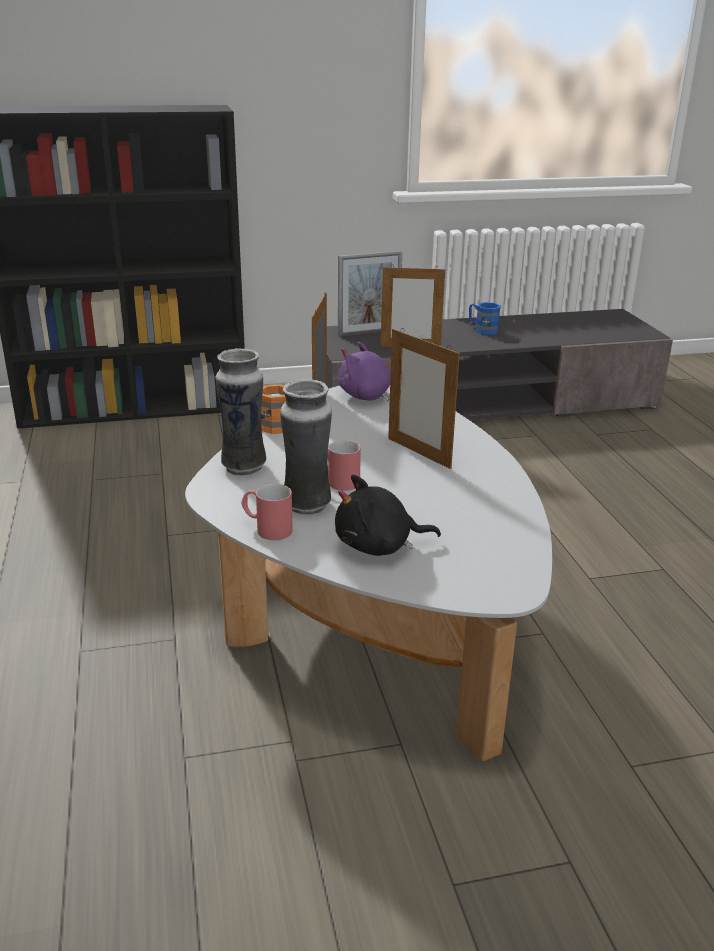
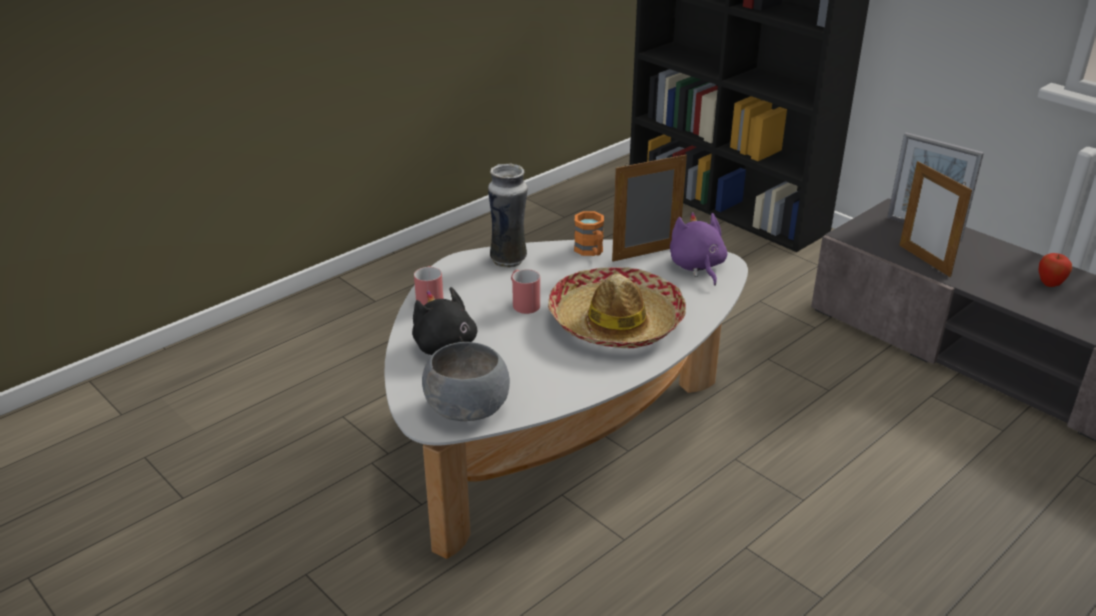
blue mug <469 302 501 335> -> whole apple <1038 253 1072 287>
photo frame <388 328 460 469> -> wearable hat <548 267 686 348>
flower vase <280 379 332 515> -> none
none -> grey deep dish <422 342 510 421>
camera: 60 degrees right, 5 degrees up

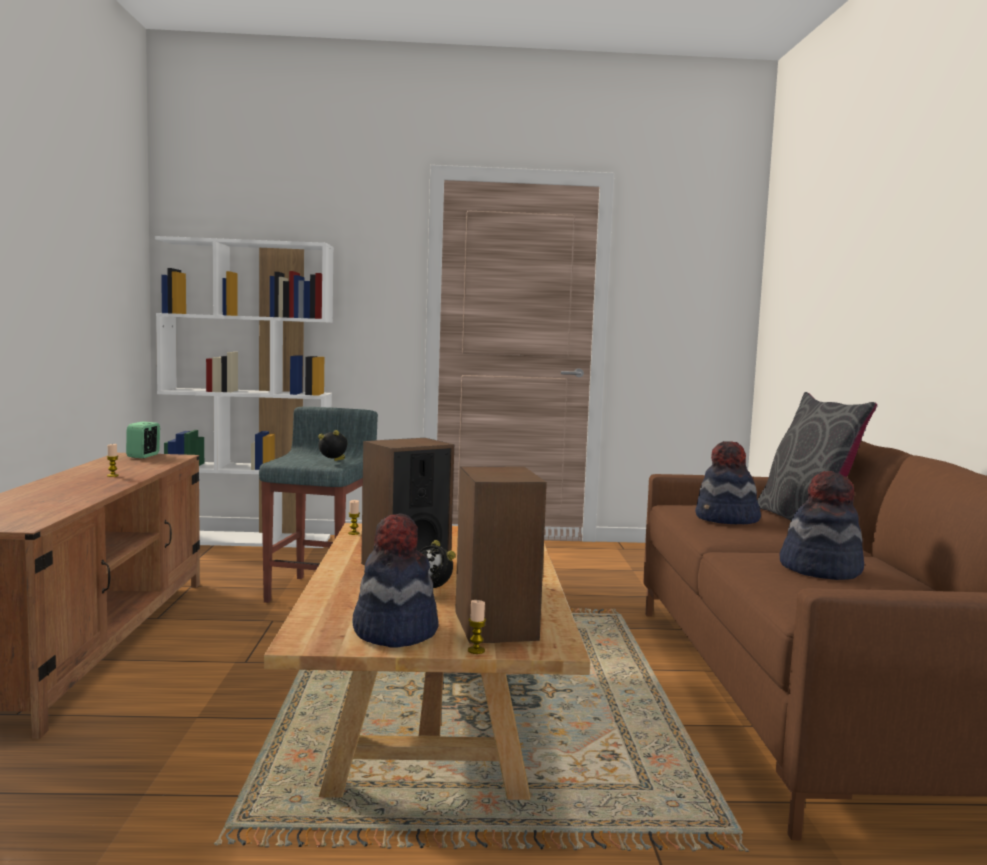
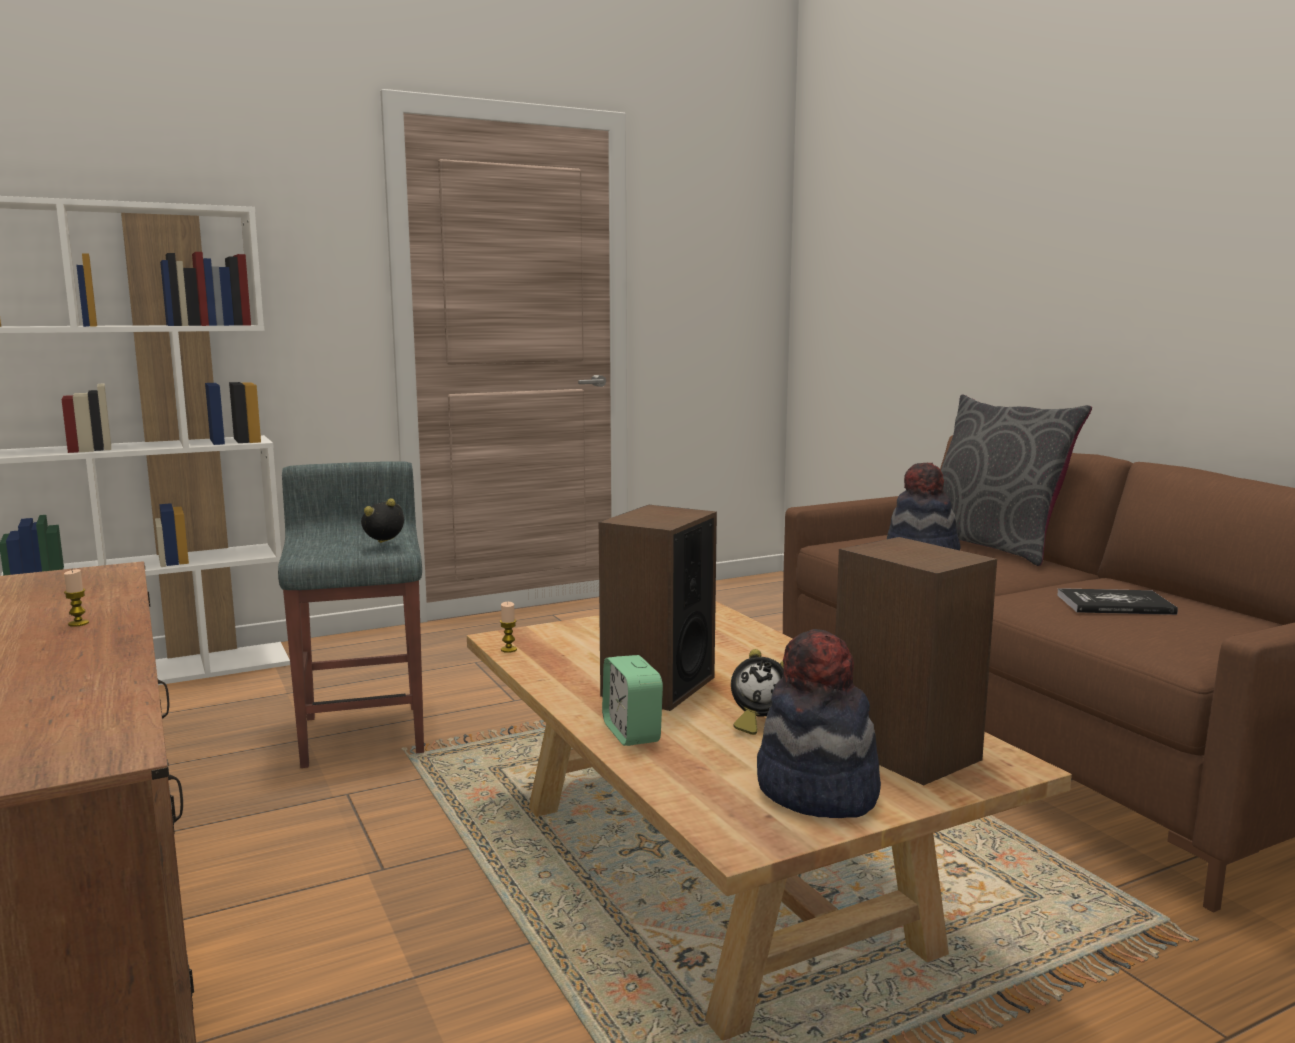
bedside clock <126 421 160 458> -> bedside clock <602 655 663 746>, move
wearable hat <780 471 864 580> -> book <1057 588 1178 615>
wax light <468 600 486 654> -> none
camera: 25 degrees left, 5 degrees up

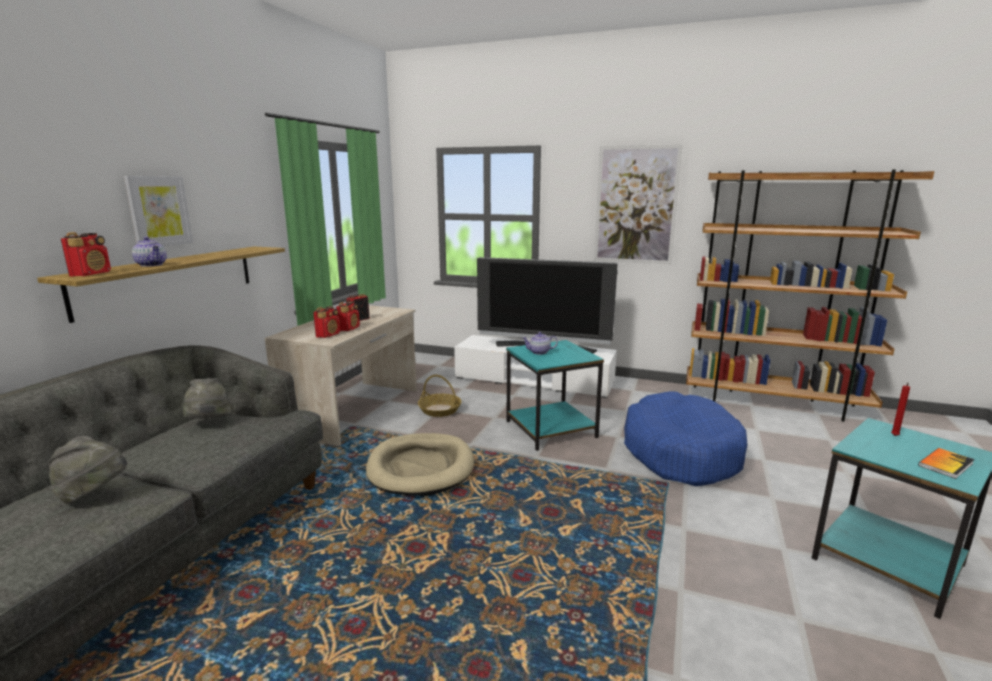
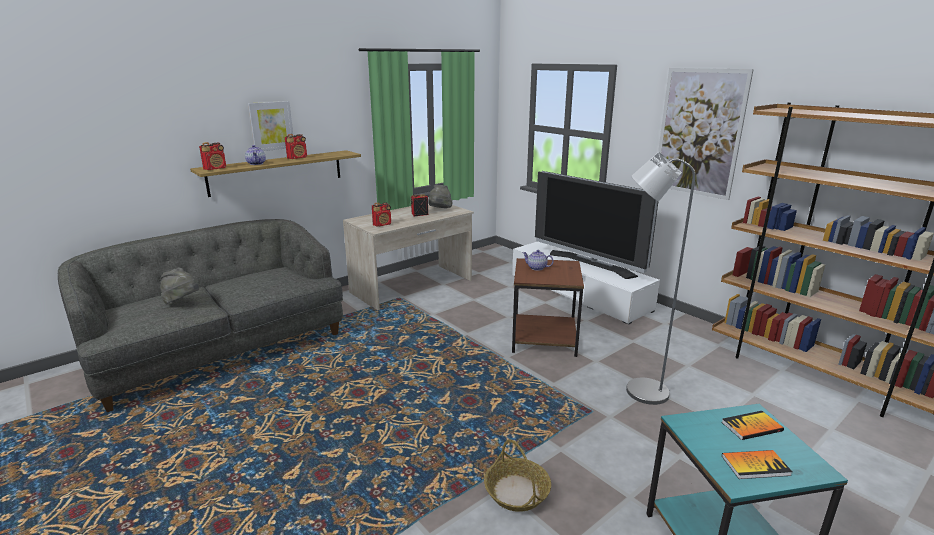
radio receiver <336 301 360 331> -> radio receiver <285 134 307 159>, move
blue-green side table <506 340 604 451> -> brown side table <512 258 584 357>
storage basket <418 375 462 417> -> storage basket <484 439 551 512>, move
grey wearable hat <182 378 233 419> -> grey wearable hat <428 185 452 208>, move
red wax light <891 382 910 436> -> book <722 411 784 440>
blue dog cushion <624 391 748 486> -> grey standing lamp <626 152 695 405>
beige-coloured dog cushion <366 433 474 496> -> none
camera: 30 degrees right, 5 degrees up

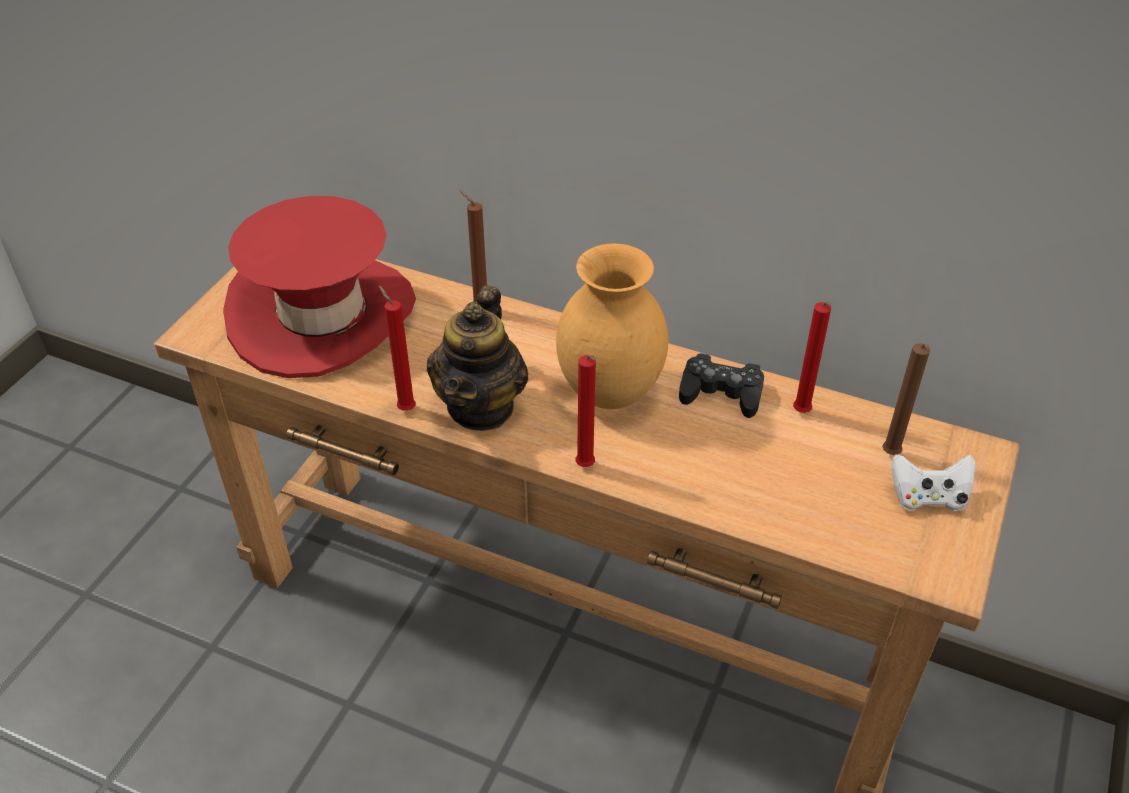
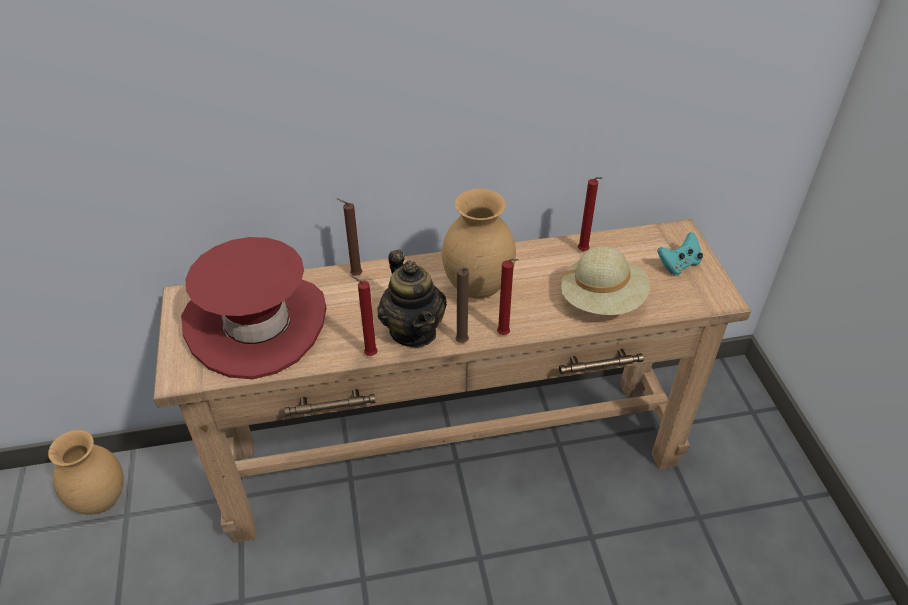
brown wax light <882 343 930 455> -> brown wax light <455 268 469 343>, move
black-coloured joypad <679 353 764 418> -> none
white joypad <892 454 976 511> -> blue-green joypad <657 232 703 275>
none -> beige-coloured wearable hat <561 246 650 315>
none -> brown flower vase <48 430 124 514>
camera: 35 degrees left, 0 degrees up

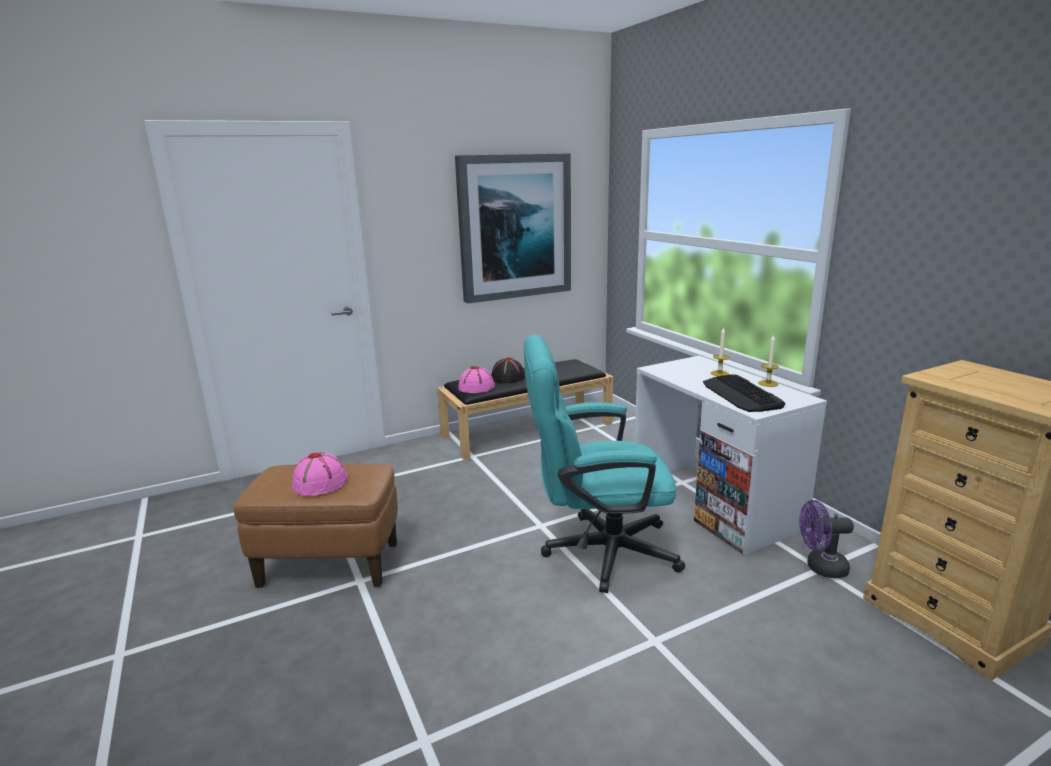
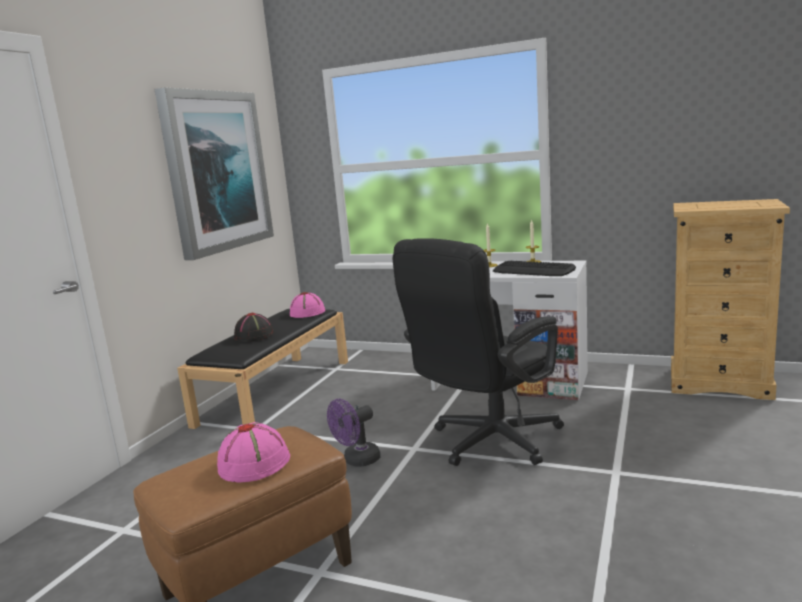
blue-green computer chair <524 335 685 593> -> black-coloured computer chair <392 238 564 466>
pinkish wearable hat <458 366 495 393> -> pinkish wearable hat <290 292 325 318>, move
purple fan <799 500 854 578> -> purple fan <327 399 381 467>, move
camera: 40 degrees left, 5 degrees down

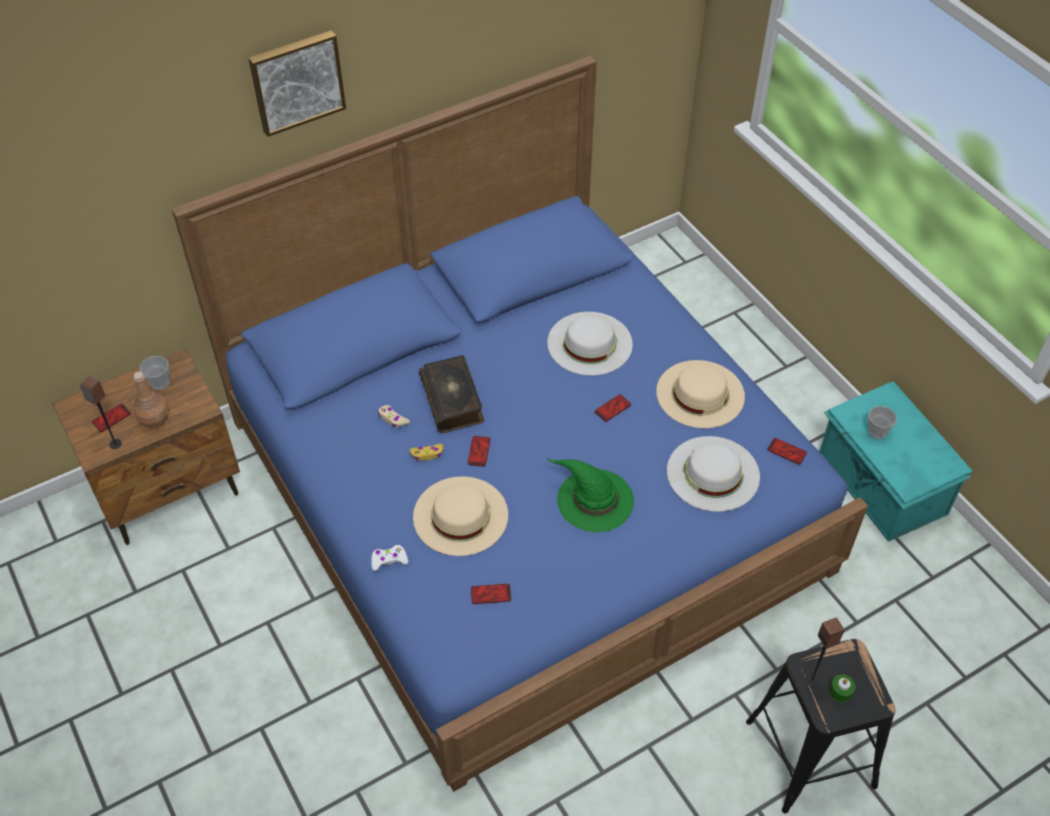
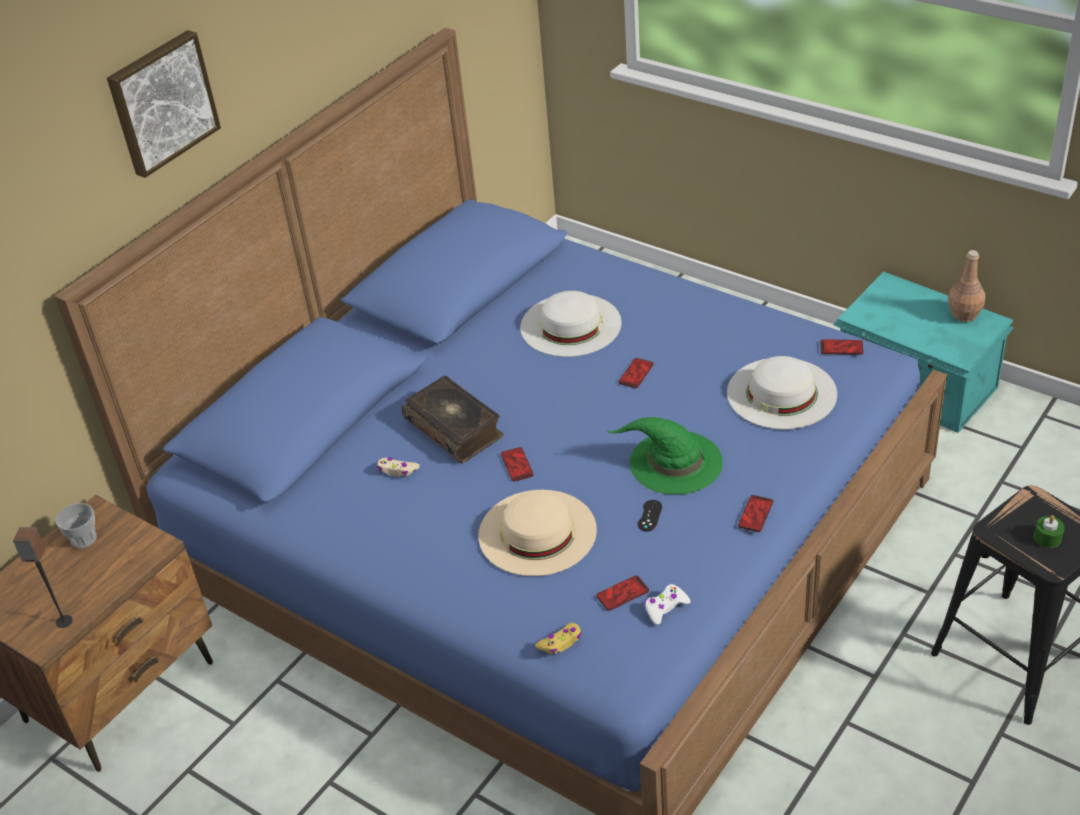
beige-coloured wearable hat <656 360 745 428> -> none
brown beverage bottle <133 372 168 429> -> brown beverage bottle <948 250 985 322>, move
handset <92 404 131 432> -> handset <738 495 773 532>, move
small cup <868 406 897 439> -> none
yellow joypad <409 444 443 461> -> yellow joypad <535 623 582 654>, move
white joypad <371 545 408 571> -> white joypad <645 584 690 625>, move
speaker <805 617 845 686> -> none
none -> black-coloured joypad <638 500 662 532>
camera: 20 degrees left, 10 degrees down

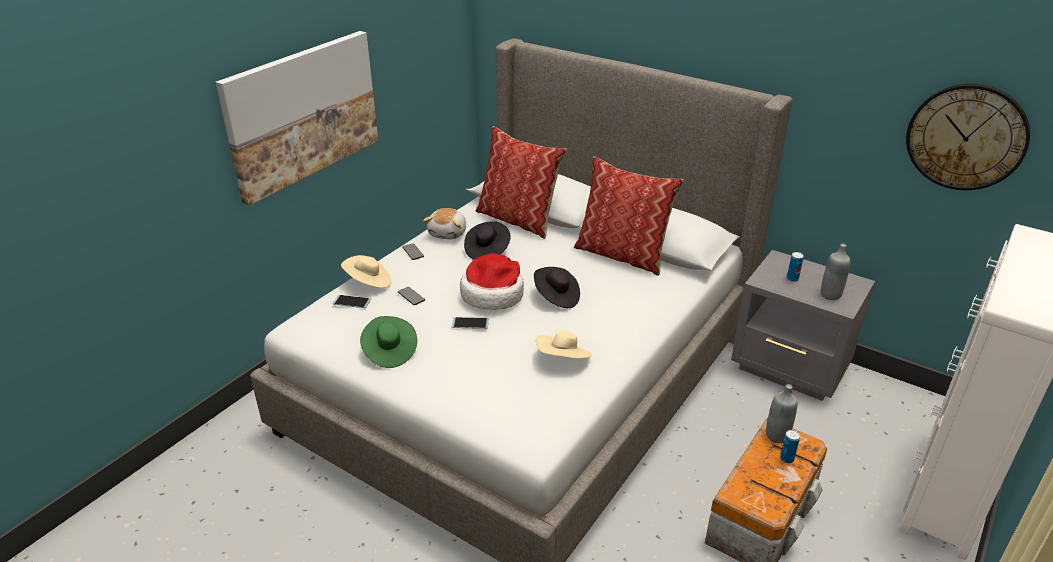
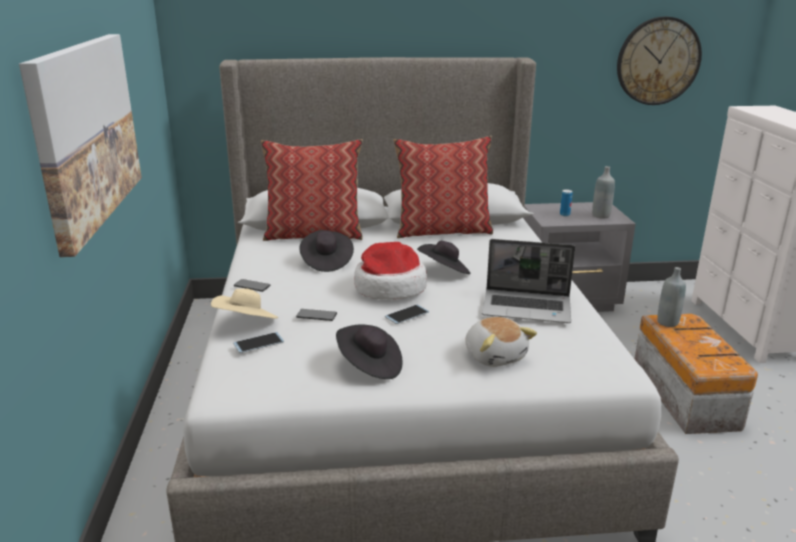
plush toy <423 208 466 239> -> plush toy <465 317 537 367>, move
greenish wearable hat <360 316 417 368> -> black-coloured wearable hat <336 324 402 379>
beige-coloured wearable hat <536 331 592 358> -> laptop <482 239 575 323>
can <780 430 800 463> -> none
camera: 40 degrees left, 10 degrees down

